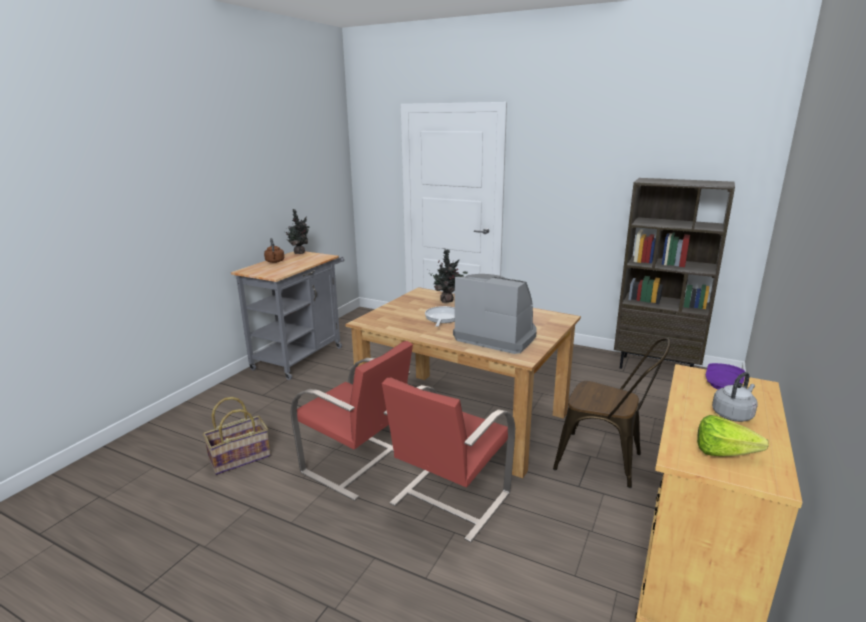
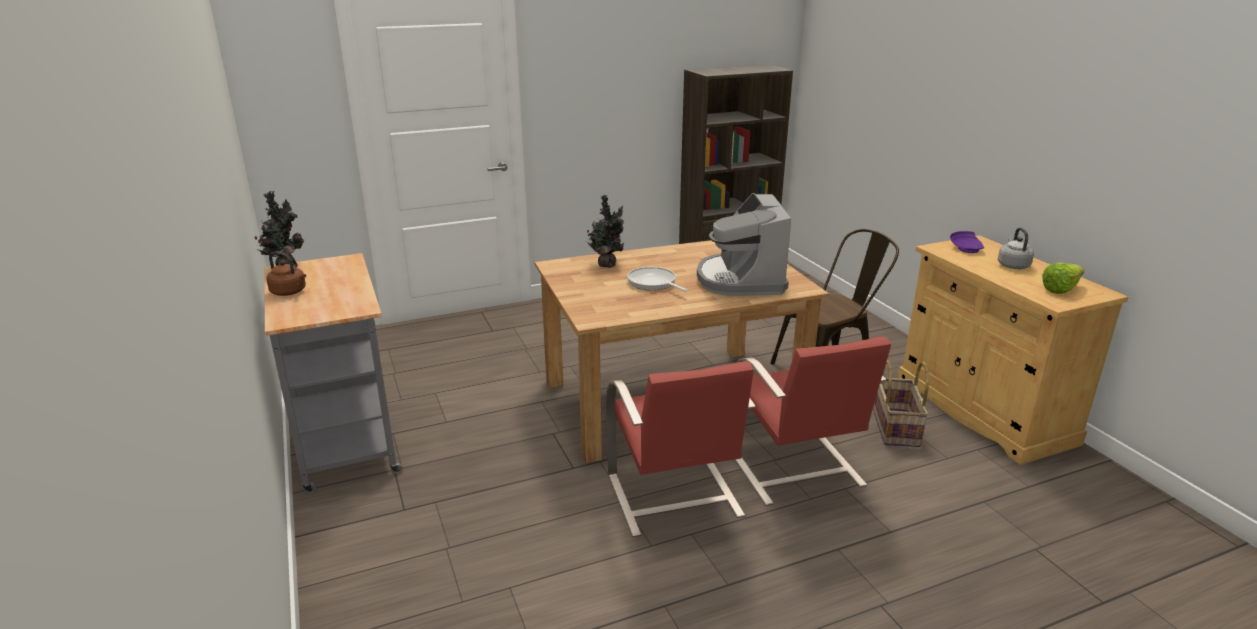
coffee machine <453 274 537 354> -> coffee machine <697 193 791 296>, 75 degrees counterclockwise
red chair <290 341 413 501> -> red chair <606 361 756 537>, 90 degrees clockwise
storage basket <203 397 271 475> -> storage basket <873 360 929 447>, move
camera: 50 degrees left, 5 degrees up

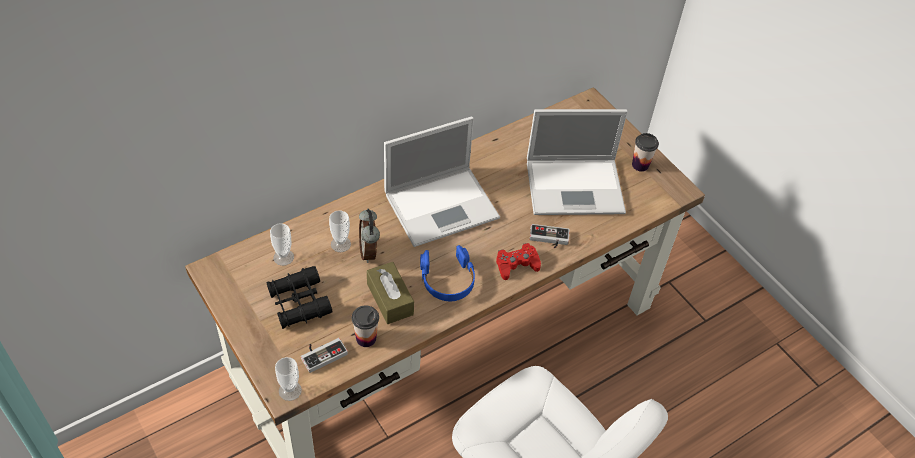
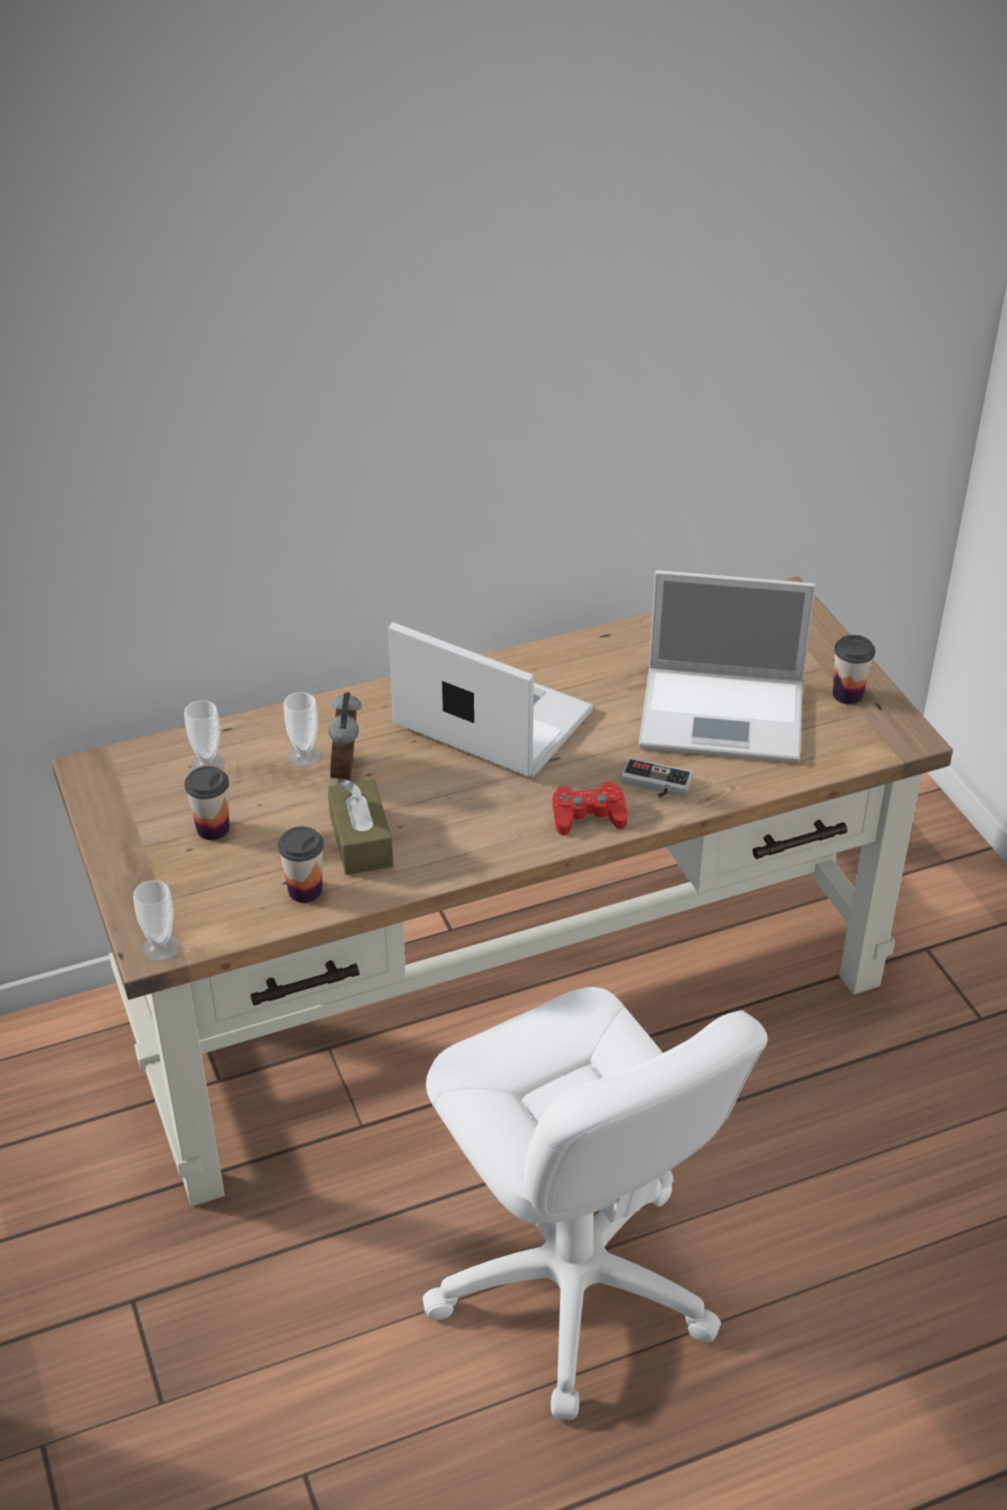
laptop <384 116 500 247> -> laptop <388 622 593 778>, 135 degrees counterclockwise
blue headset <420 245 475 301> -> none
black-coloured field glasses <266 266 332 329> -> small cup <184 766 229 840>
joypad <301 338 348 373> -> none
camera: 15 degrees right, 10 degrees down

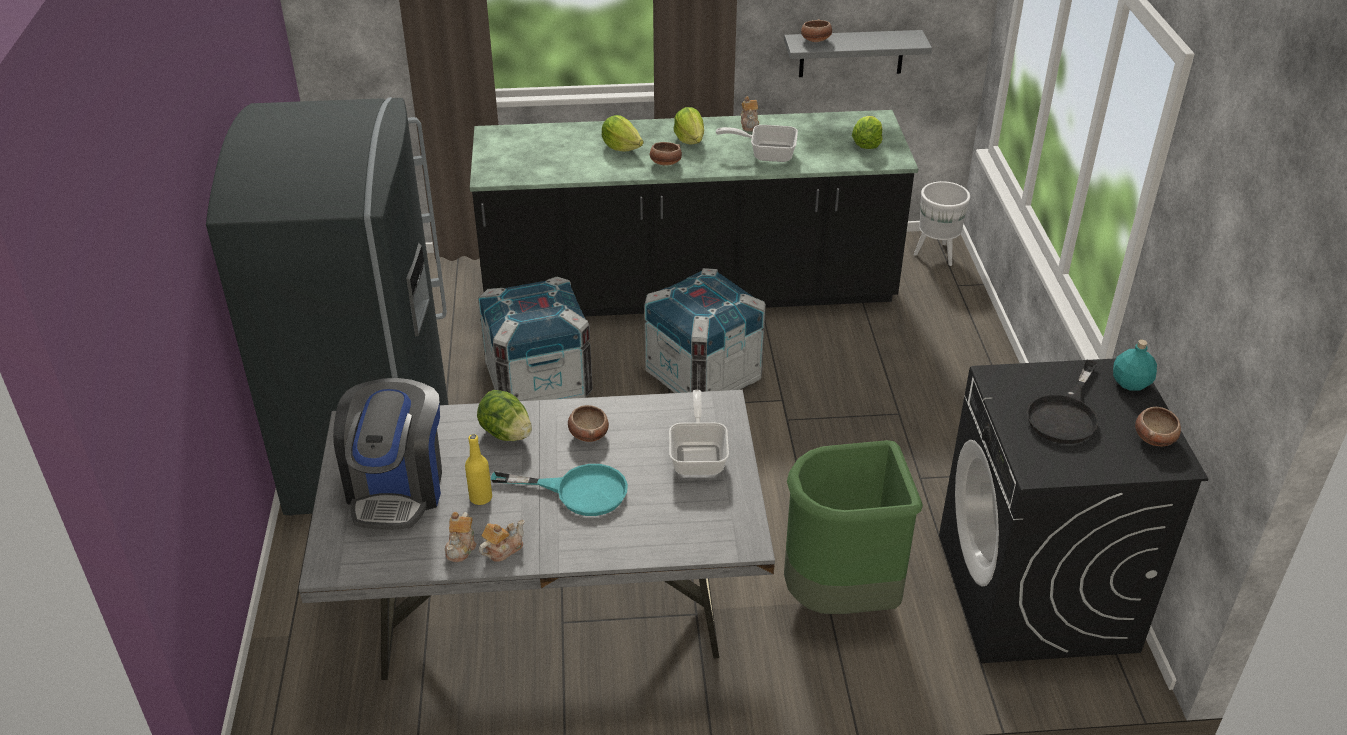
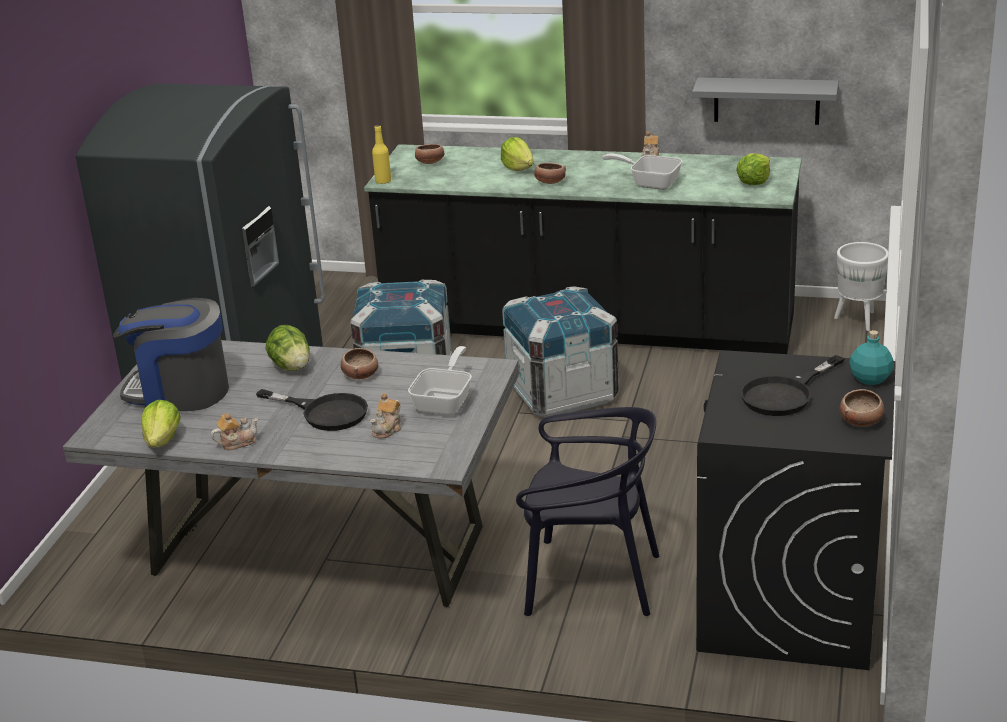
deep dish <801 19 832 42> -> deep dish <415 144 444 164>, move
lettuce <673 107 704 145> -> lettuce <141 400 181 448>, move
coffee machine <333 378 442 530> -> coffee machine <113 298 229 411>, 75 degrees clockwise
yellow beverage bottle <465 434 492 505> -> yellow beverage bottle <372 125 391 184>, move
greenish waste bin <784 440 923 614> -> black-coloured chair <516 407 659 616>
blue-green pan <491 464 628 516> -> black-coloured pan <256 389 368 431>
teapot <445 512 477 562> -> teapot <370 393 401 439>, move
camera: 20 degrees right, 10 degrees down

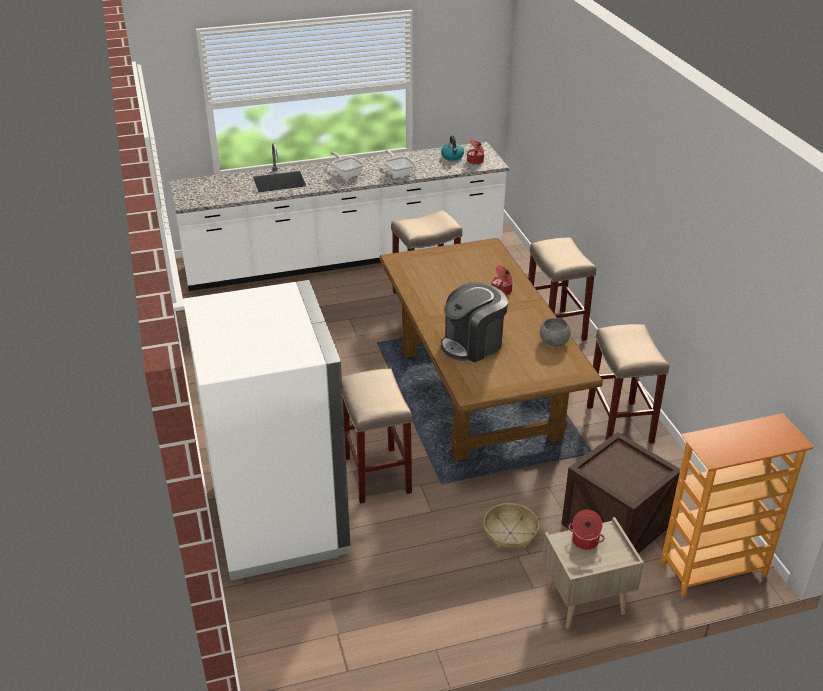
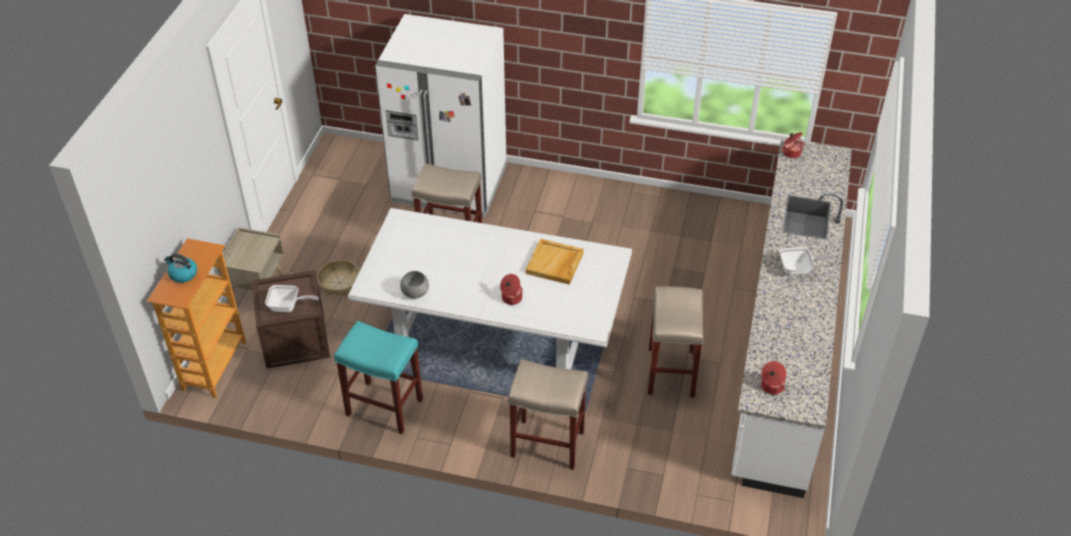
water kettle <441 135 464 161> -> water kettle <164 253 197 283>, move
pan <384 150 415 178> -> pan <265 285 319 312>, move
brown kitchen table <380 238 603 461> -> white kitchen table <348 208 632 369>
coffee machine <441 282 508 362> -> none
beige-coloured stool <587 324 669 444> -> blue-green stool <334 321 423 434>
stockpot <568 510 605 550> -> stockpot <782 132 805 158>, move
none -> beige-coloured carrying tray <526 239 584 285>
camera: 120 degrees right, 10 degrees up

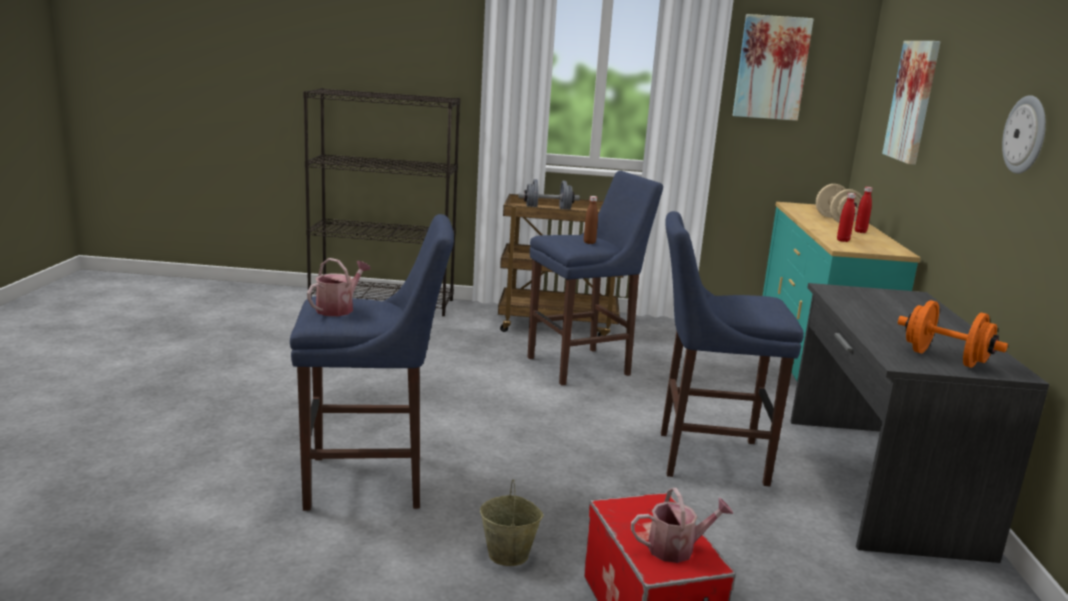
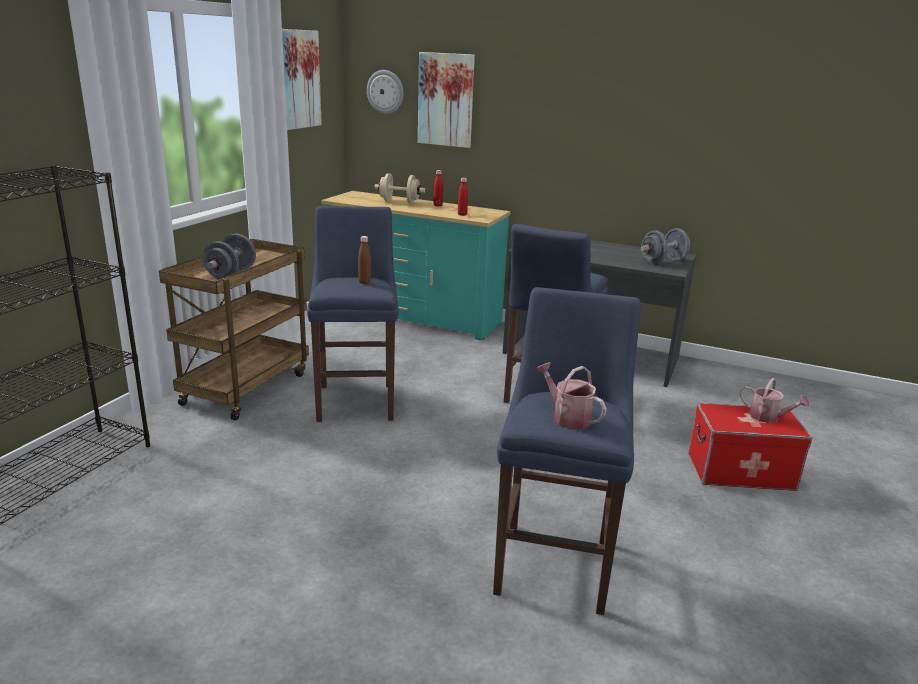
hanging clock <1002 95 1046 174> -> hanging clock <367 70 403 114>, move
orangey dumbbell <898 300 1008 368> -> grey dumbbell <641 228 690 263>
beige-coloured water bucket <480 480 543 566> -> none
sprinkling can <631 488 733 563> -> sprinkling can <740 378 809 423>, 120 degrees clockwise
camera: 70 degrees left, 5 degrees up

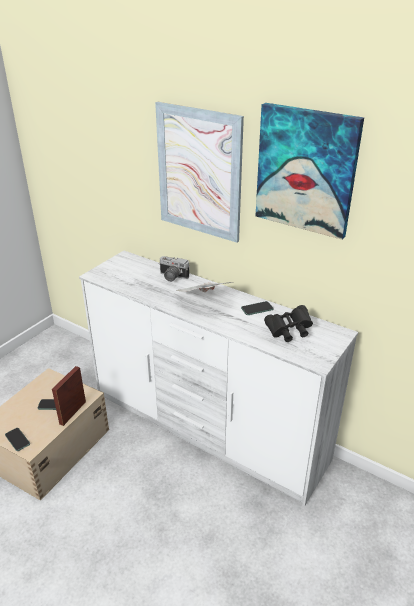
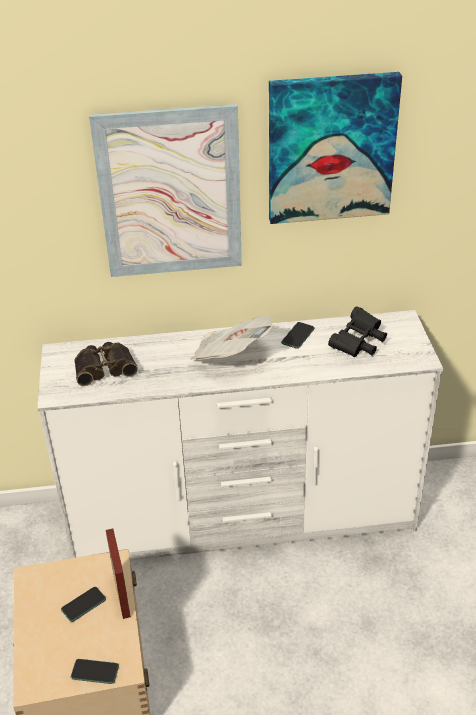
still camera <158 256 190 282> -> none
none -> field glasses <74 342 138 386>
camera: 40 degrees left, 5 degrees up

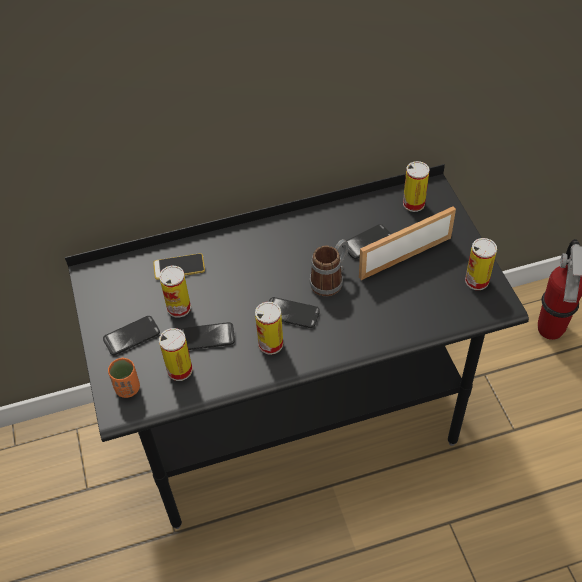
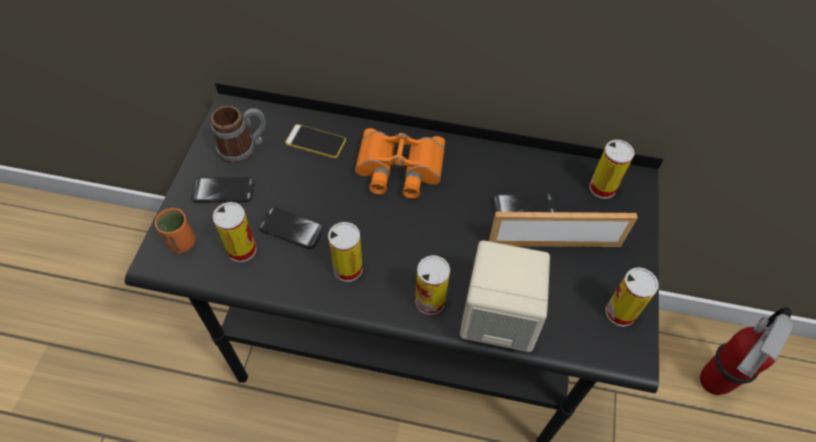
mug <309 239 349 296> -> mug <211 106 266 164>, move
can <159 266 191 318> -> can <415 255 450 315>, move
handset <269 297 320 328> -> none
none -> orangey field glasses <355 128 445 199>
none -> beige-coloured speaker <460 240 550 352>
camera: 25 degrees right, 5 degrees up

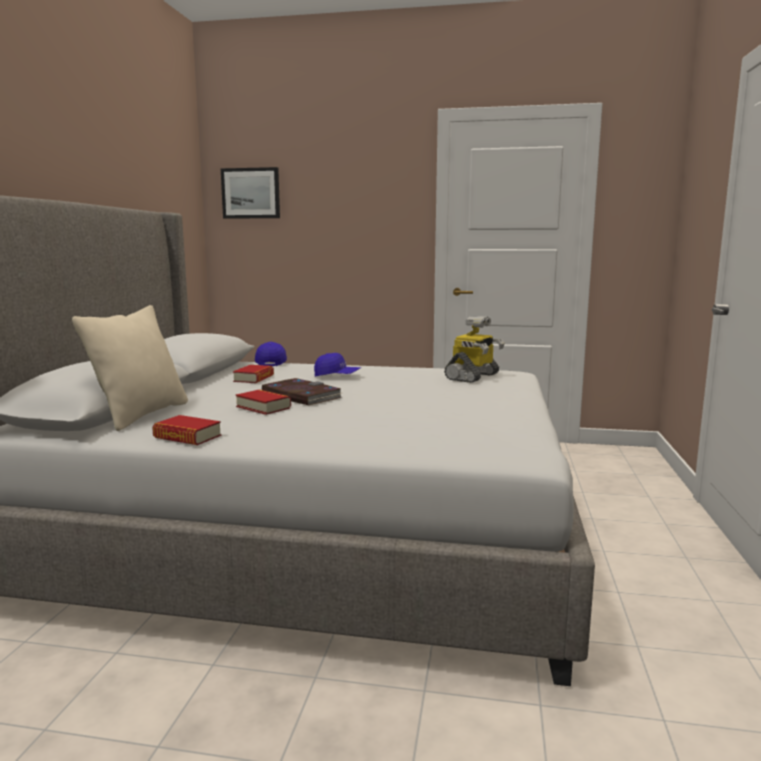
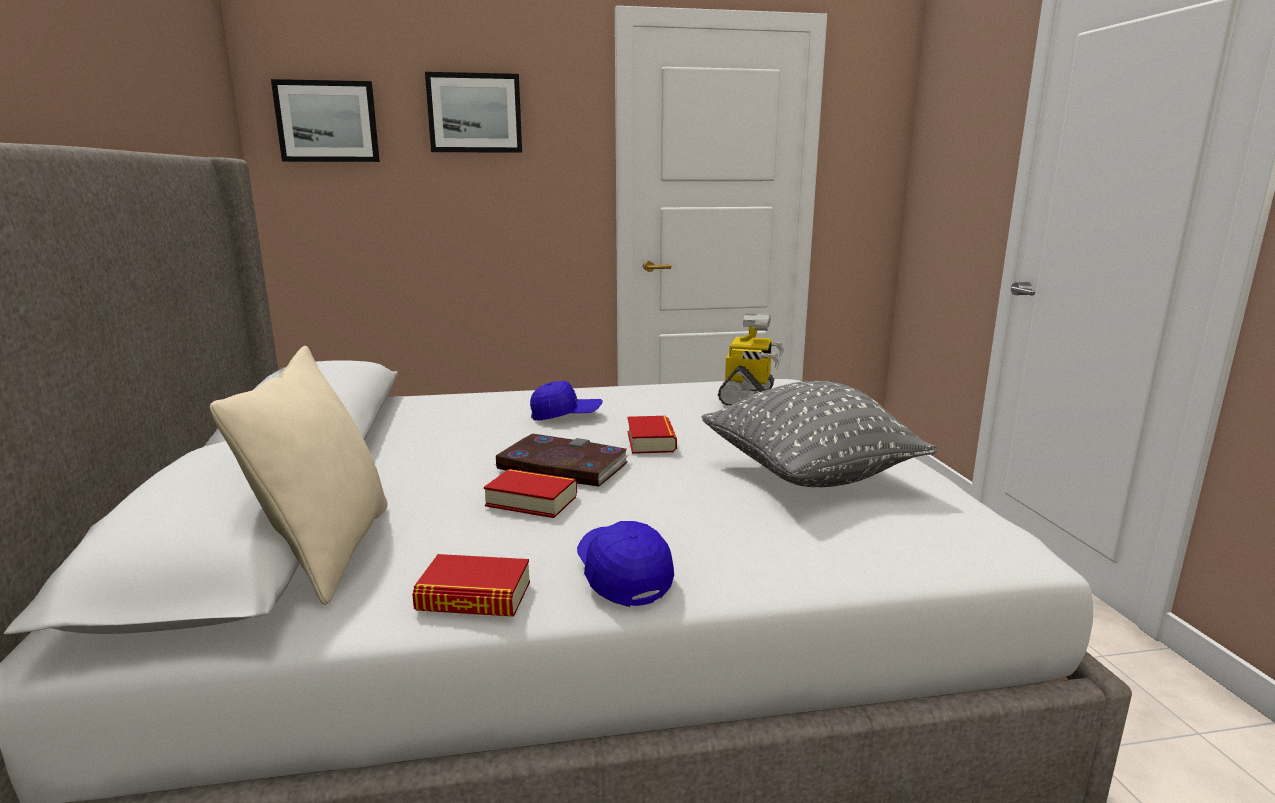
blue baseball cap <255 342 287 366> -> blue baseball cap <577 521 674 607>, move
book <233 365 274 383> -> book <627 416 677 454>, move
none -> wall art <425 72 522 153>
none -> grey throw pillow <702 381 937 487>
camera: 20 degrees left, 5 degrees up

